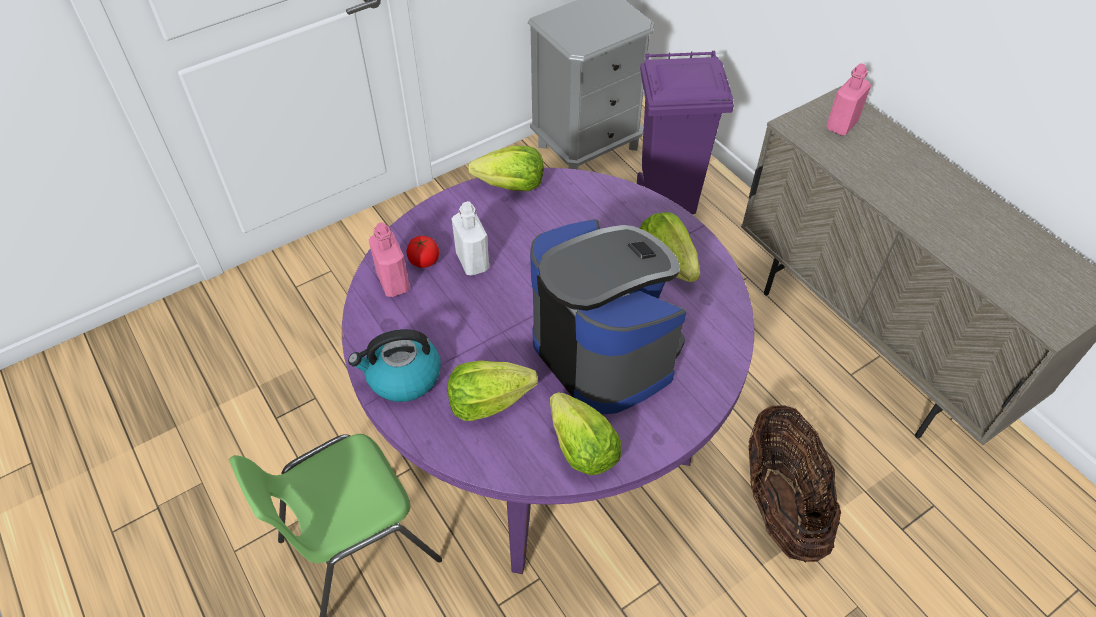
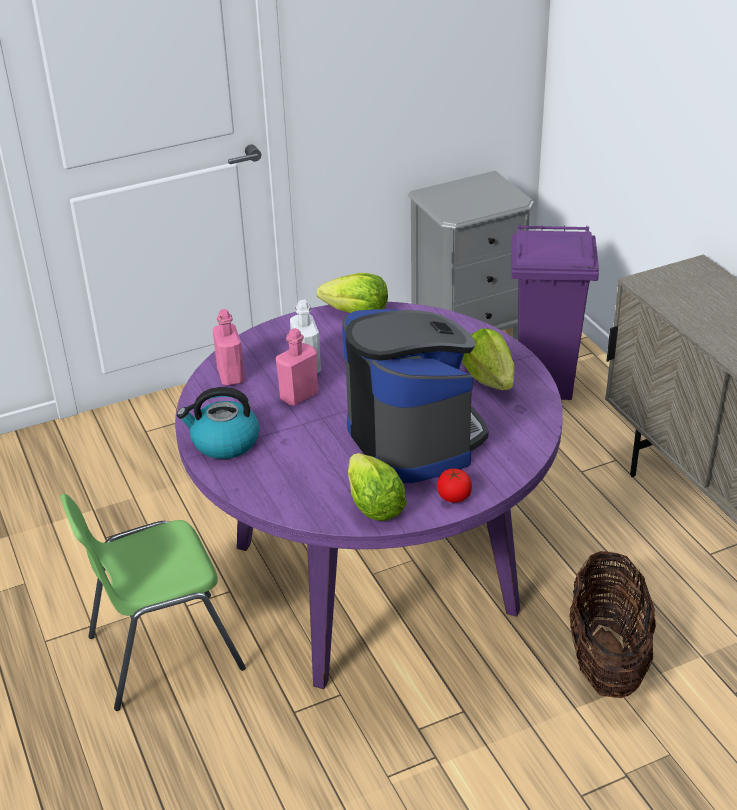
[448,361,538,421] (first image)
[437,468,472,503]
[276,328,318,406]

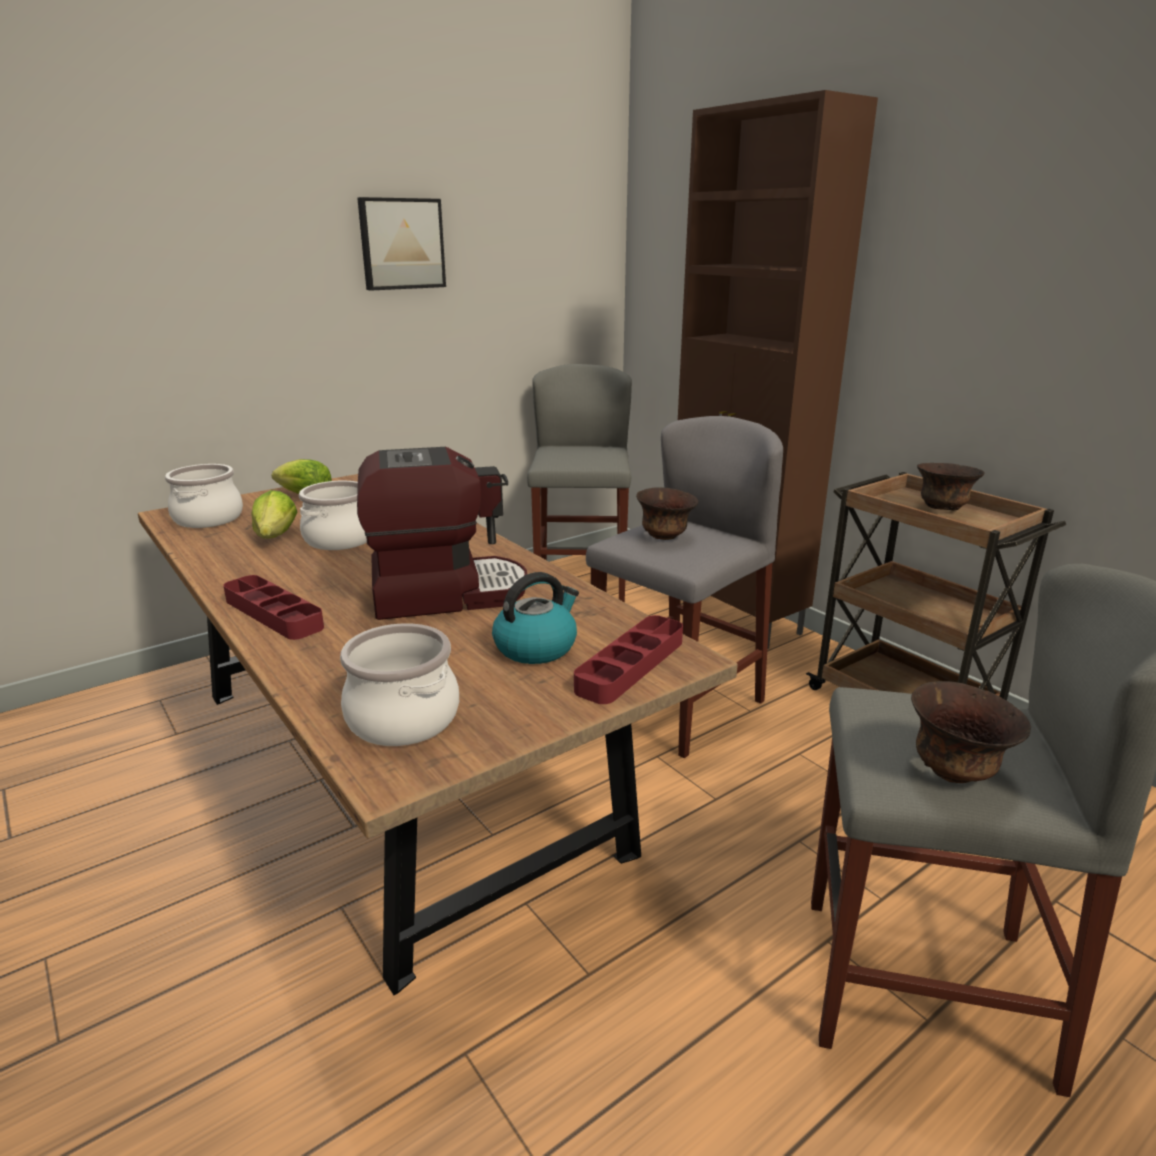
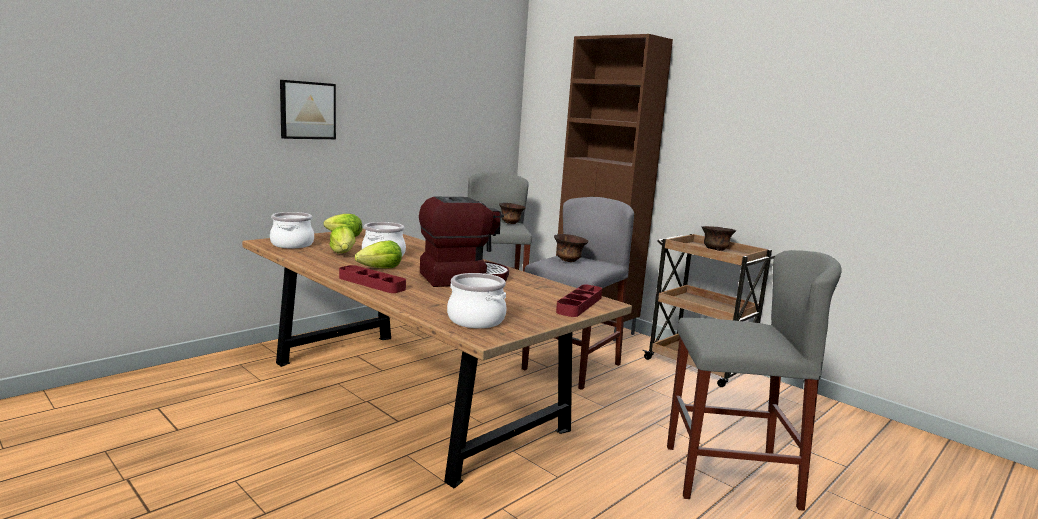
[492,572,579,664] (first image)
[355,241,402,269]
[280,80,336,139]
[499,203,526,224]

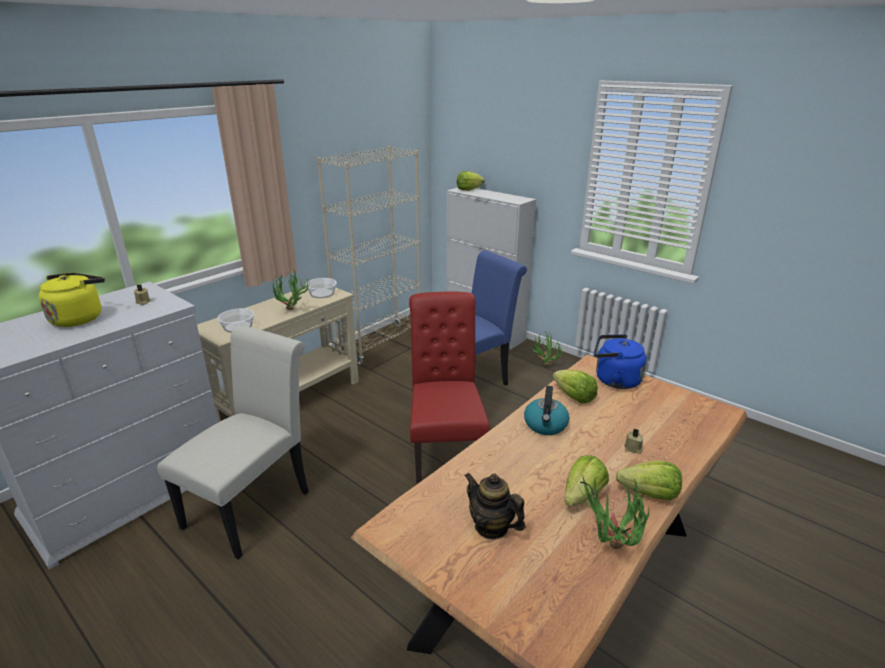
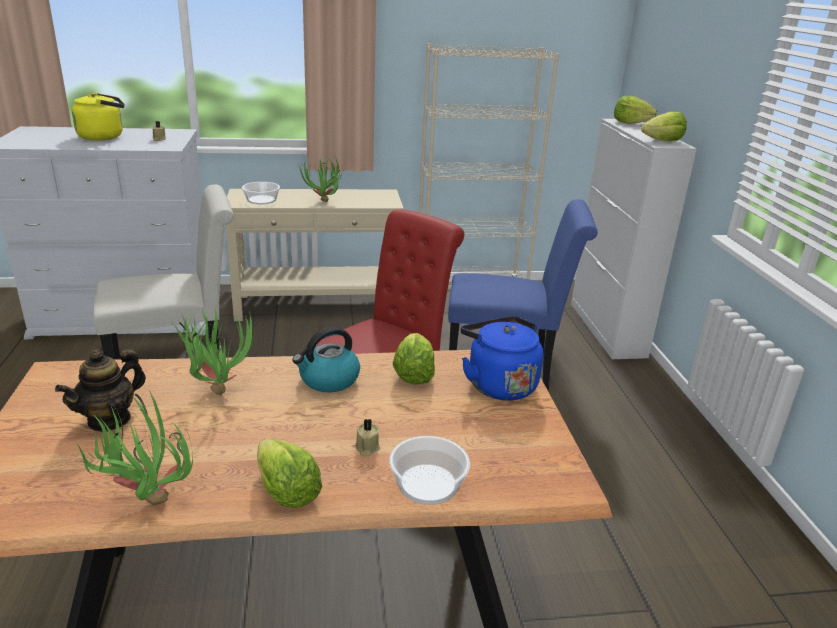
[389,436,470,505]
[173,307,256,395]
[641,111,687,141]
[55,349,146,432]

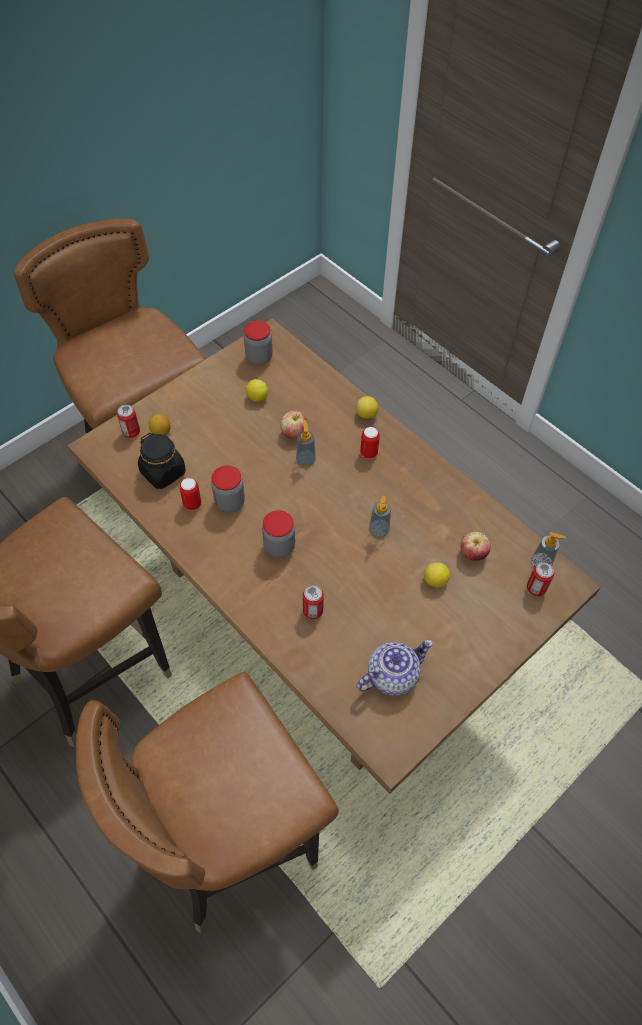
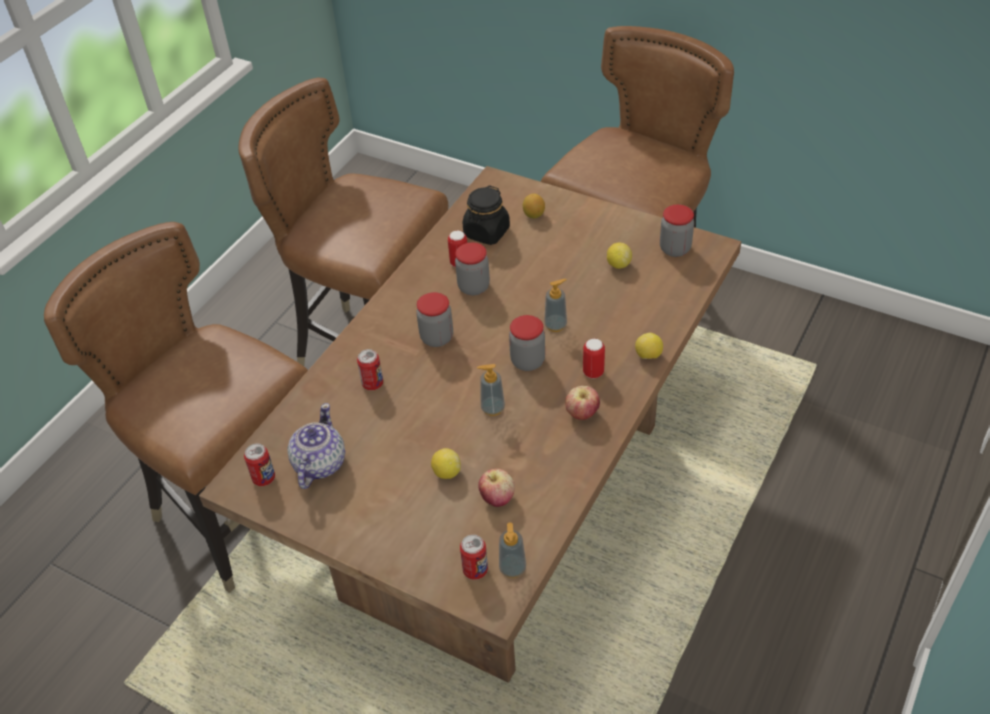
[509,315,545,371]
[244,443,275,486]
[565,386,600,420]
[287,403,345,489]

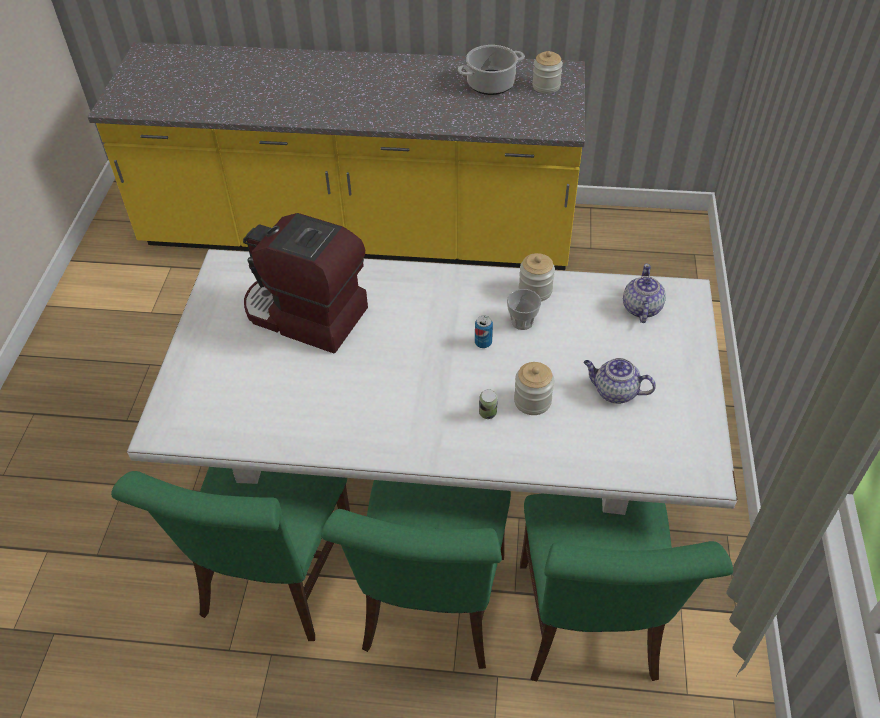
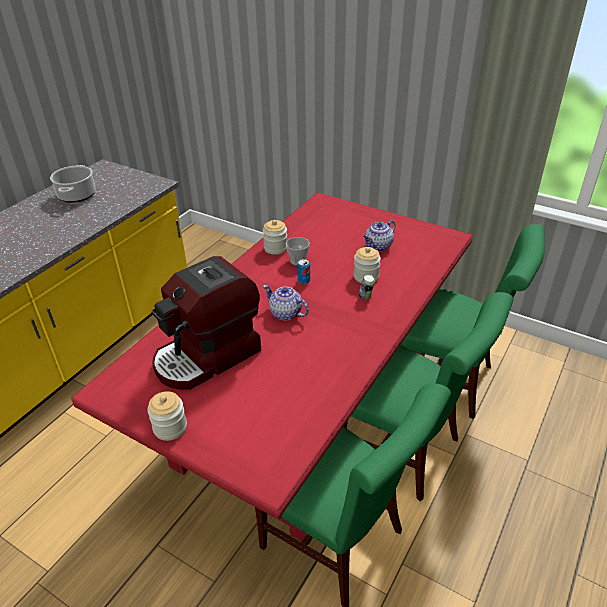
[147,391,187,441]
[263,285,309,321]
[71,192,473,545]

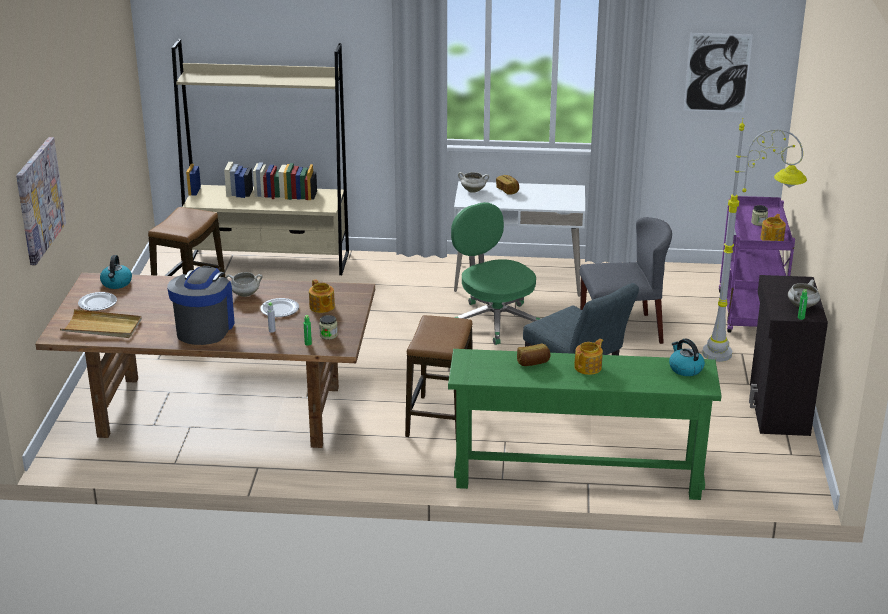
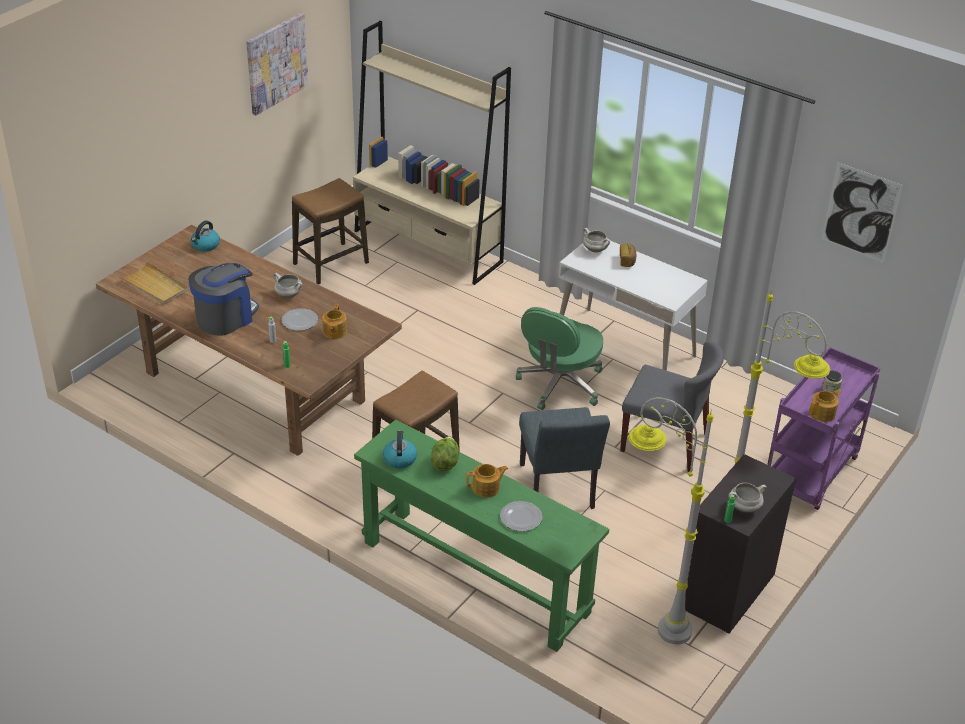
[319,315,338,340] (first image)
[628,397,713,645]
[246,13,309,115]
[500,501,542,531]
[383,430,417,469]
[431,436,459,471]
[516,307,603,410]

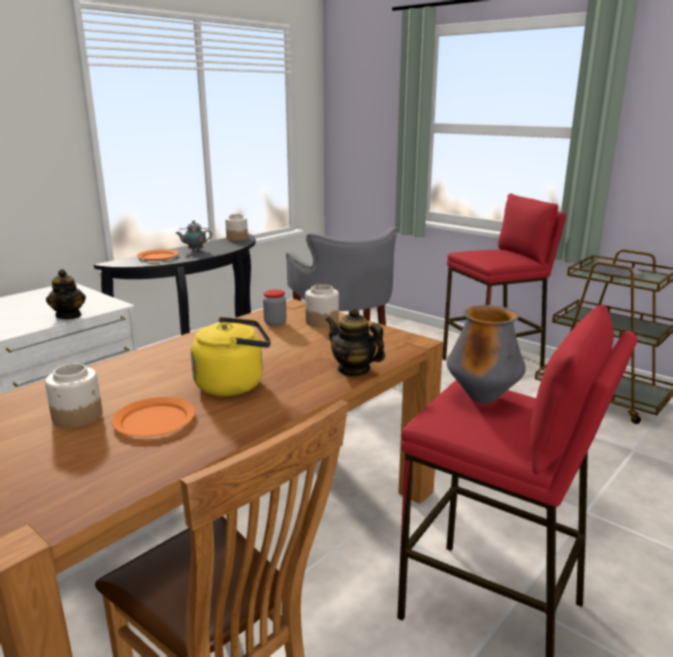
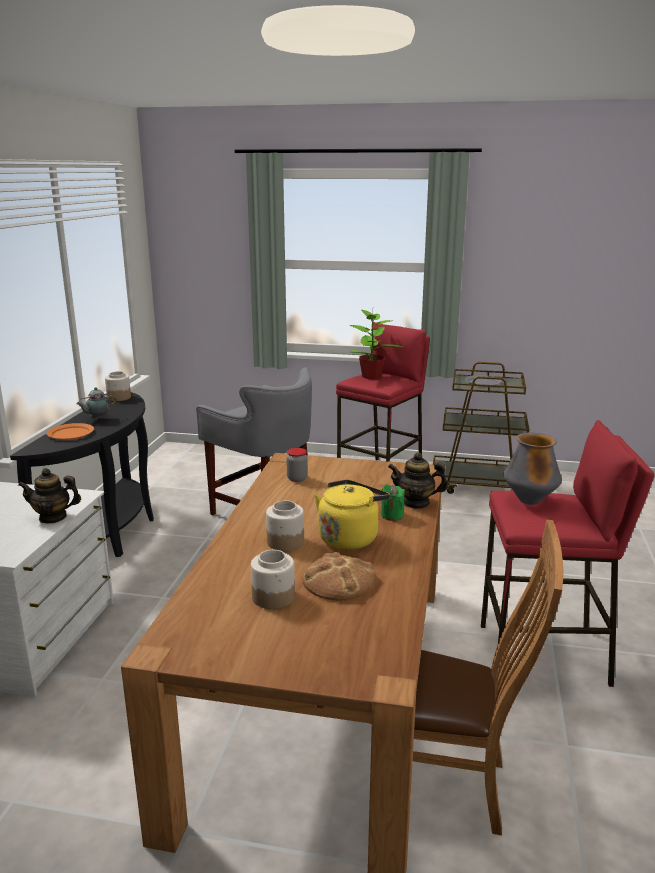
[349,310,405,379]
[381,484,405,521]
[266,500,304,551]
[303,552,375,601]
[18,468,81,524]

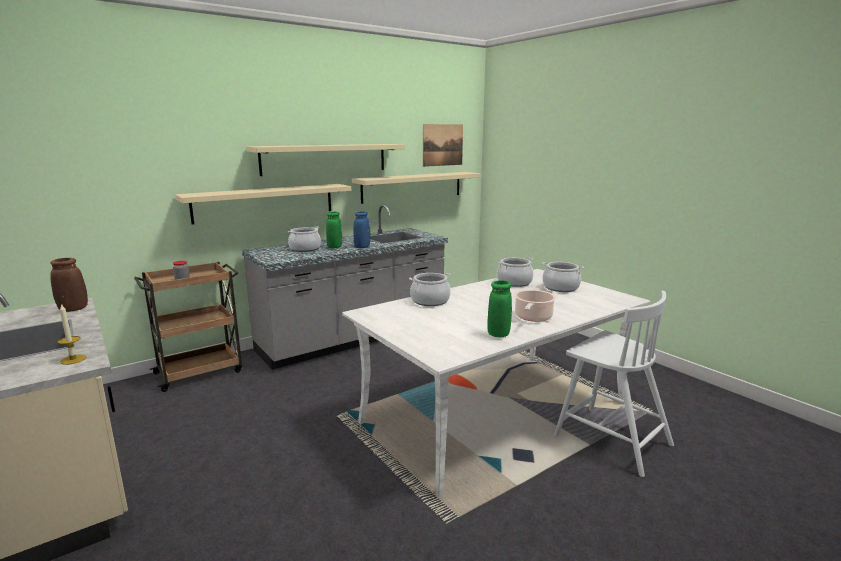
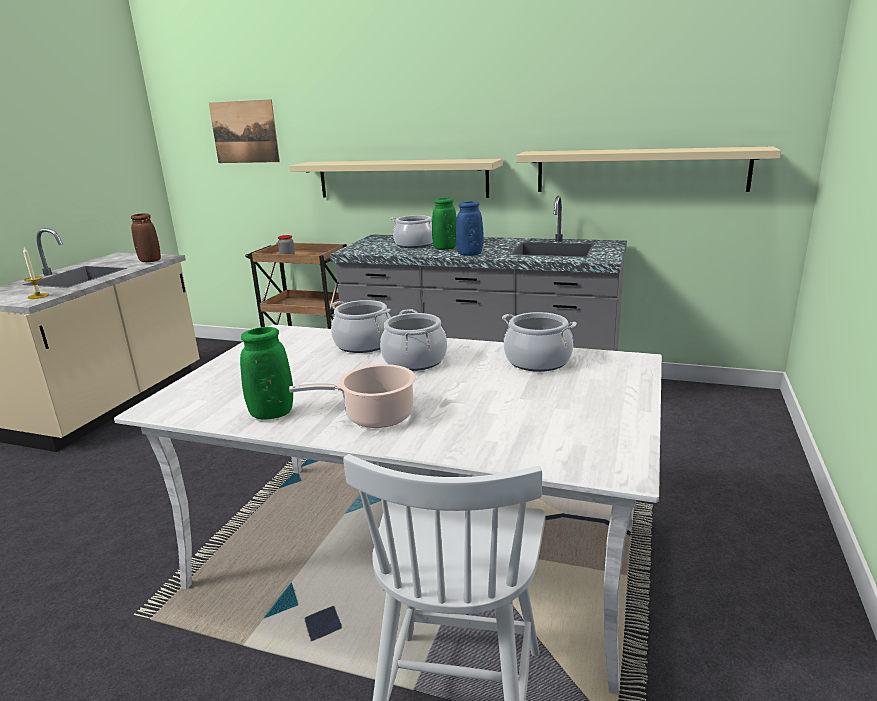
[246,144,405,176] (first image)
[209,99,280,163]
[380,309,447,371]

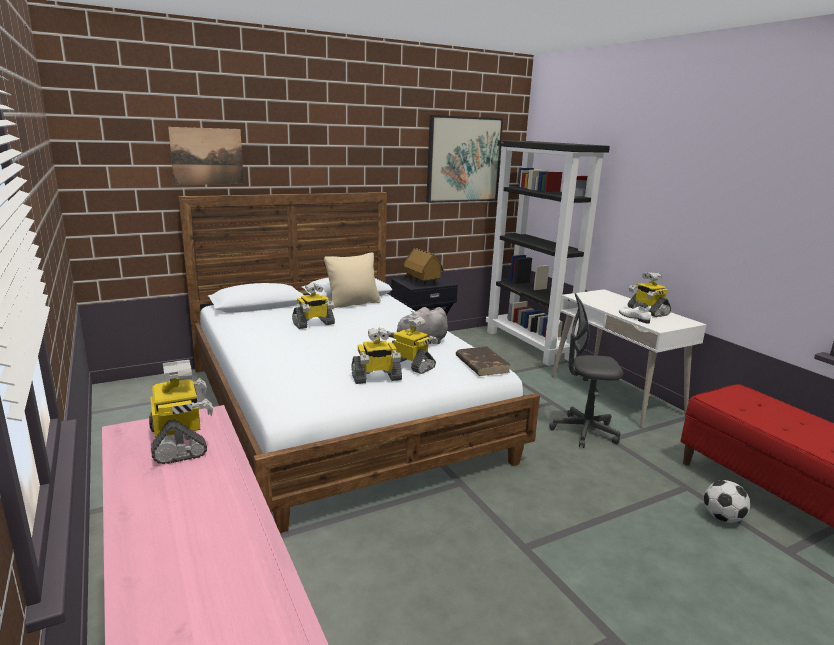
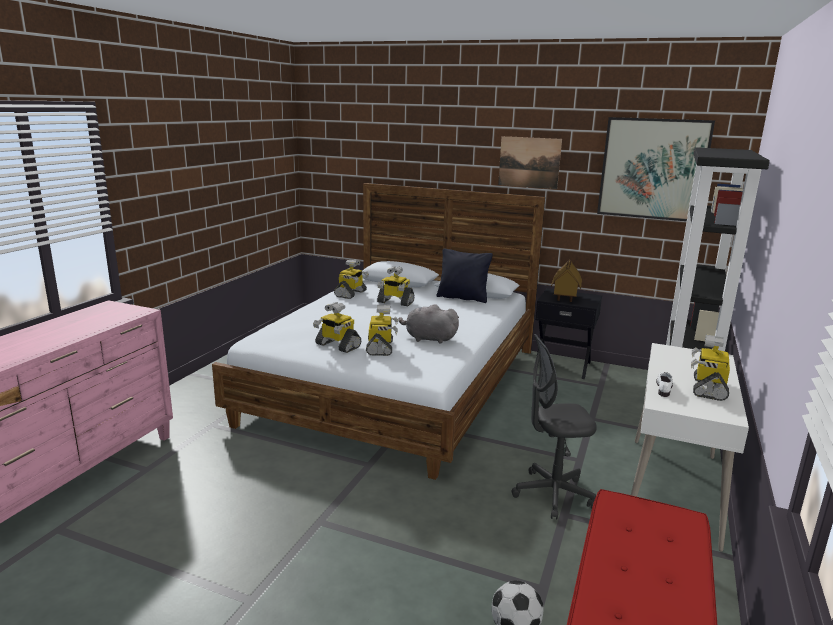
[456,346,511,376] (first image)
[334,259,369,299]
[498,136,562,189]
[437,248,493,303]
[511,334,597,520]

